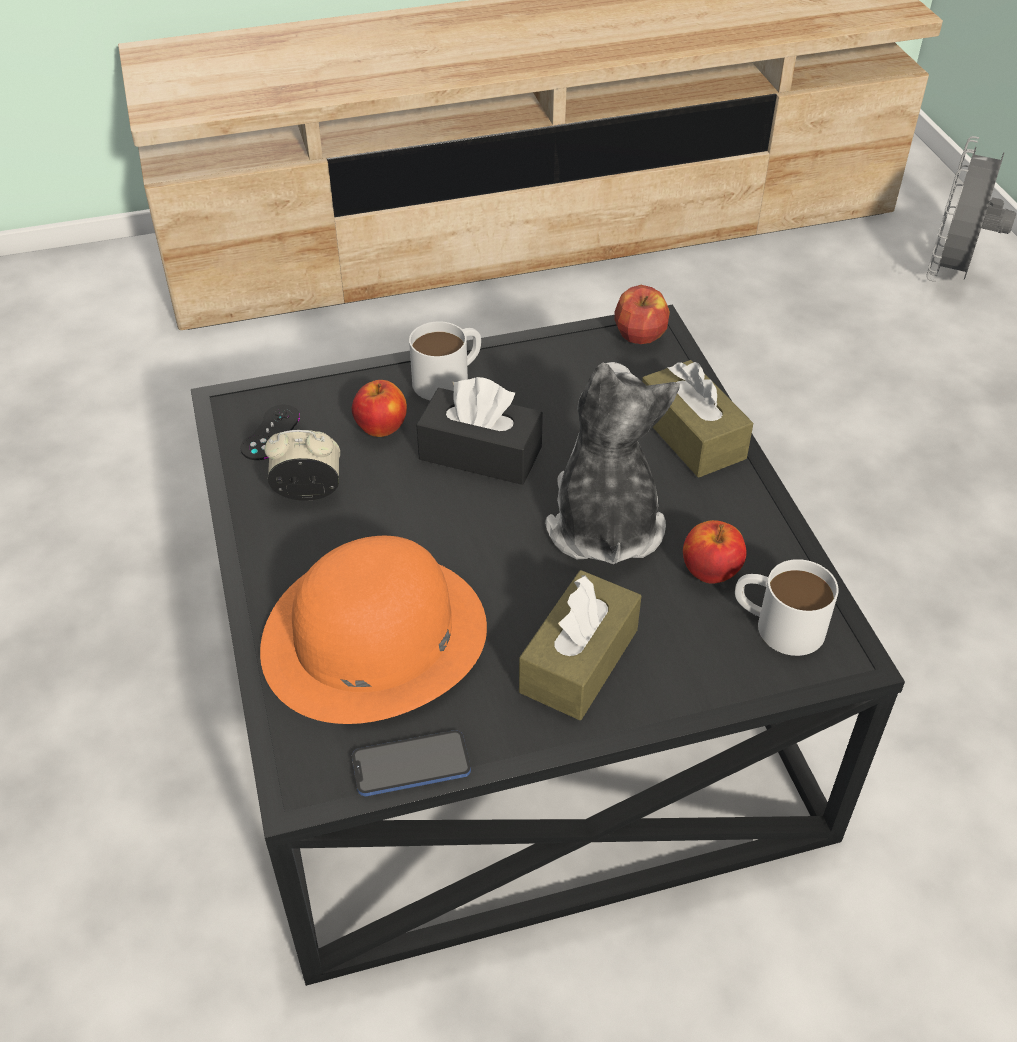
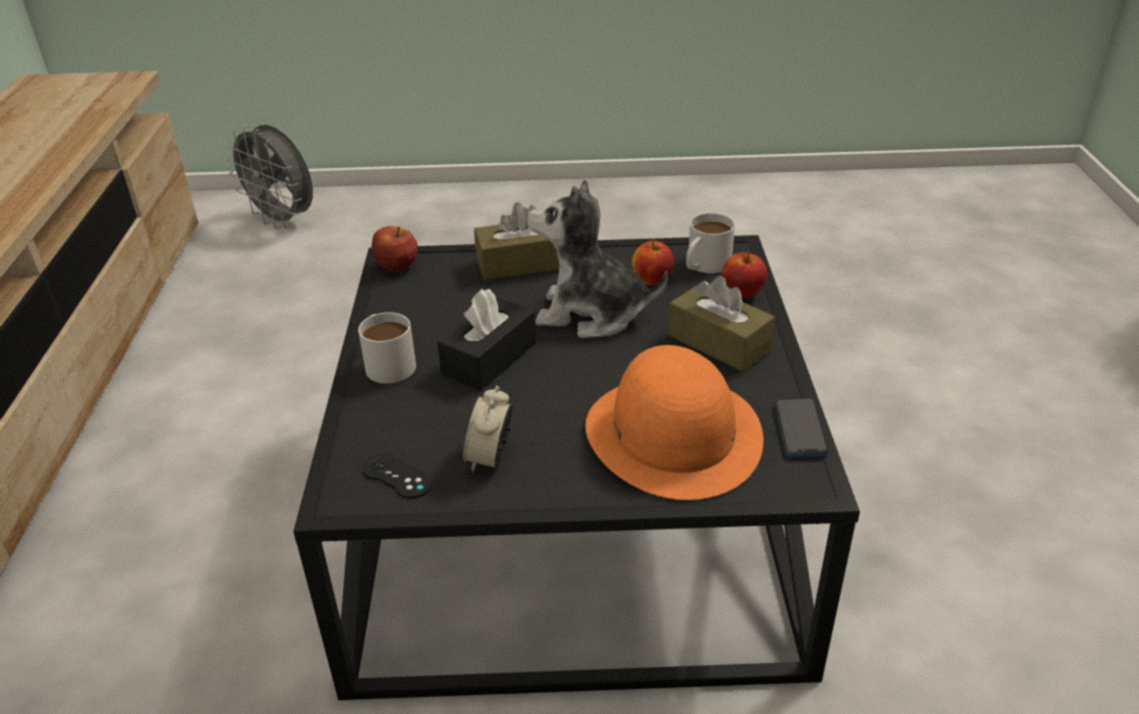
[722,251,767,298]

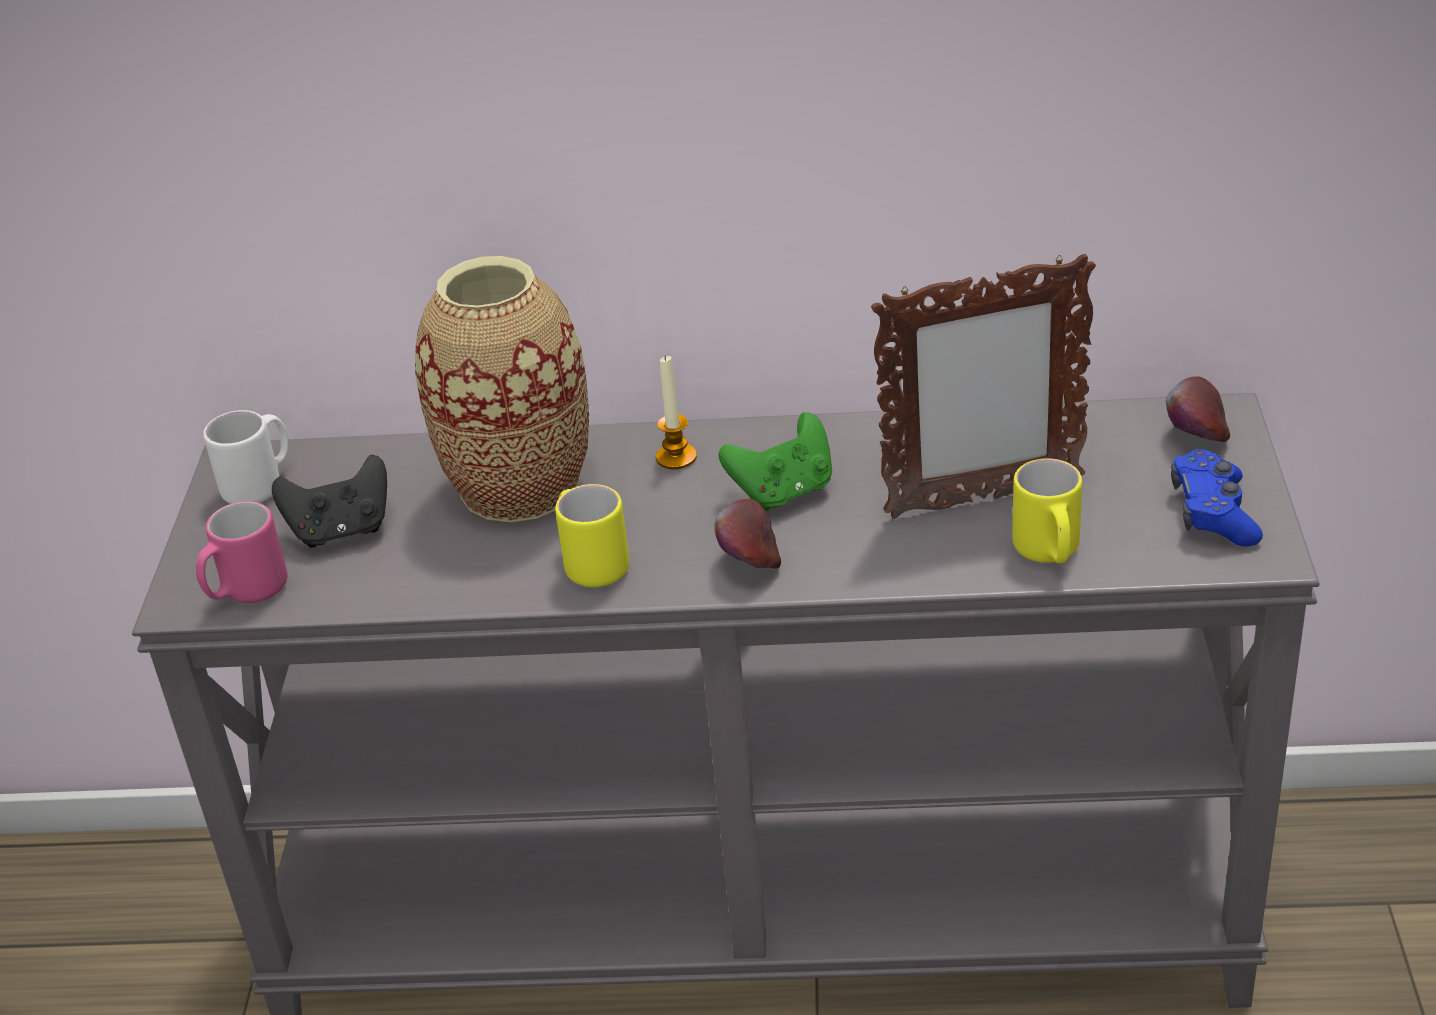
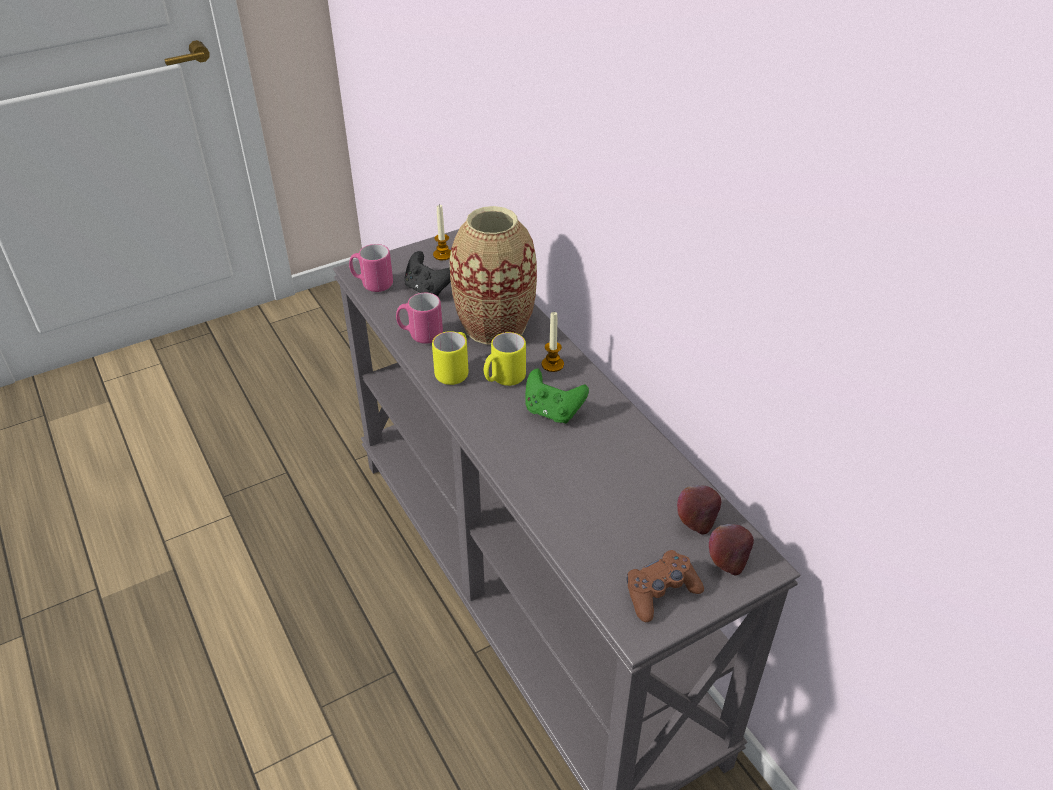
[871,254,1096,519] (first image)
[396,293,443,344]
[677,485,721,535]
[484,332,526,386]
[433,205,451,260]
[626,550,704,622]

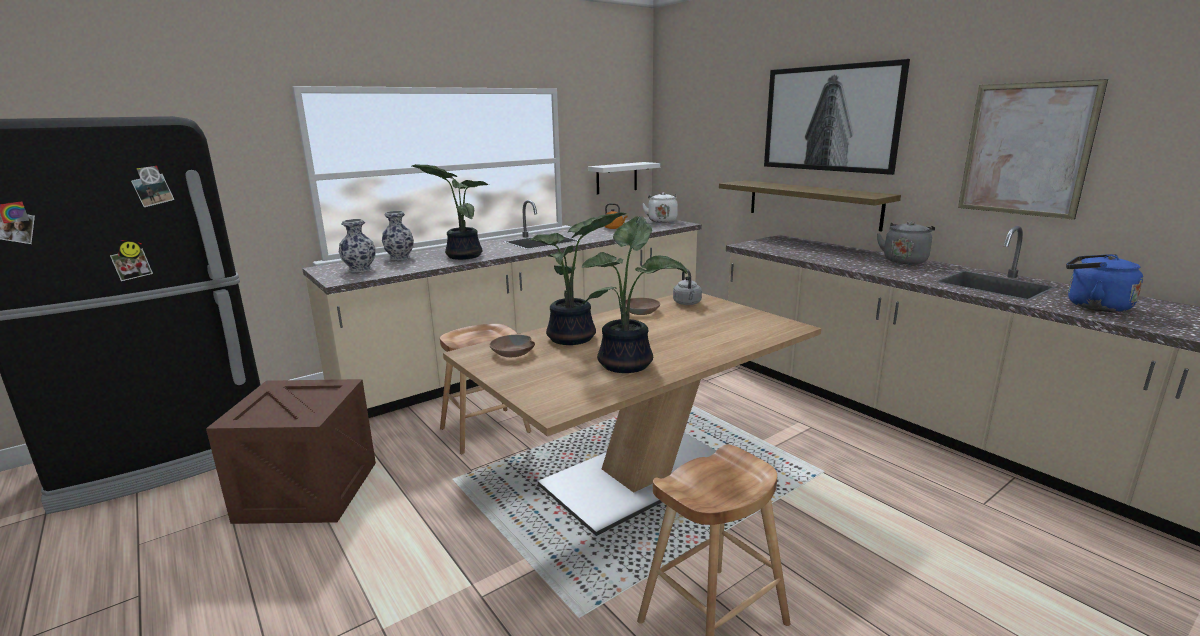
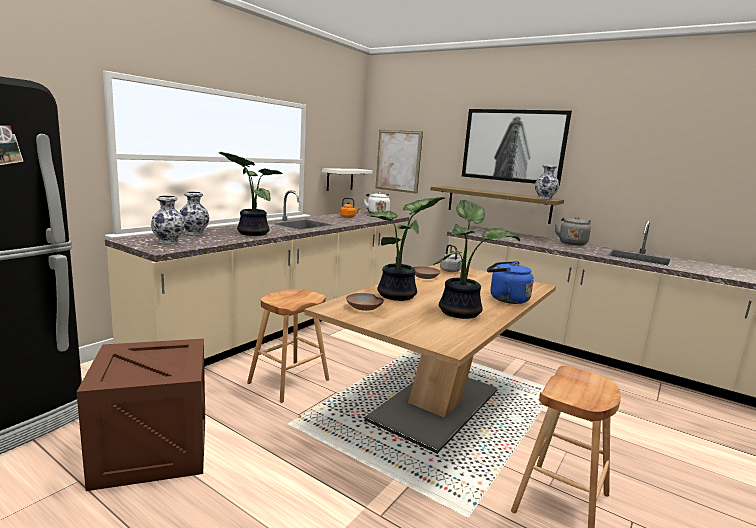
[535,164,559,199]
[375,130,423,194]
[487,261,534,304]

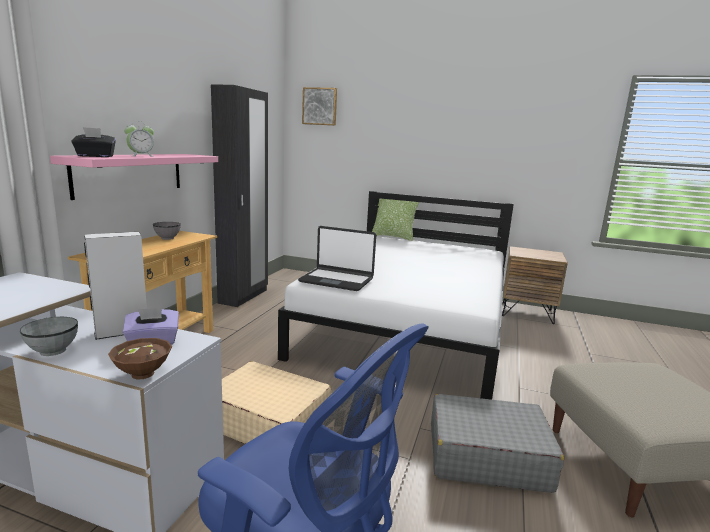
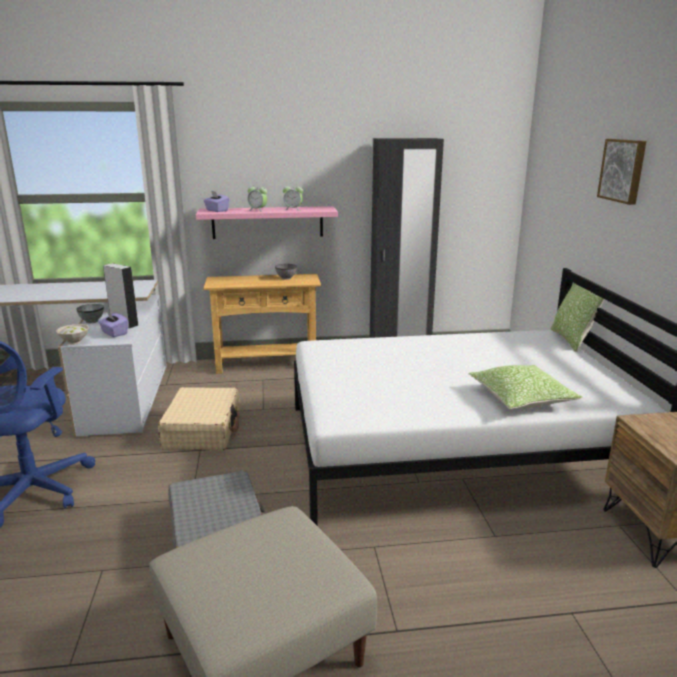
[298,226,376,291] (first image)
[283,184,304,211]
[469,365,583,409]
[597,139,646,205]
[203,191,230,212]
[56,324,90,345]

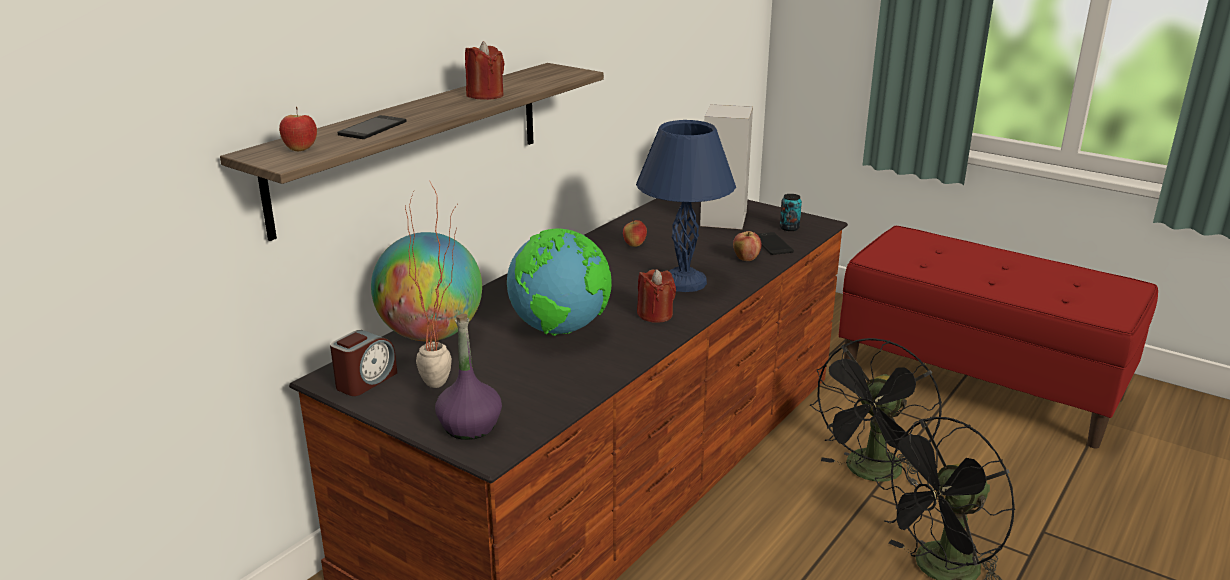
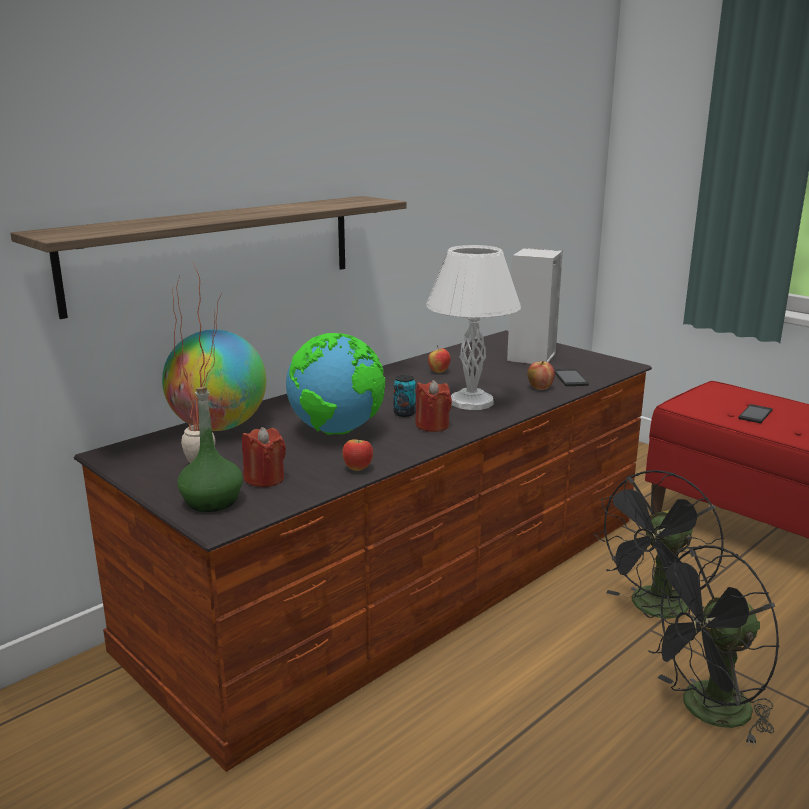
[330,330,397,396] (first image)
[342,434,373,471]
[738,404,773,423]
[242,427,286,487]
[393,375,416,417]
[177,387,243,512]
[426,245,521,410]

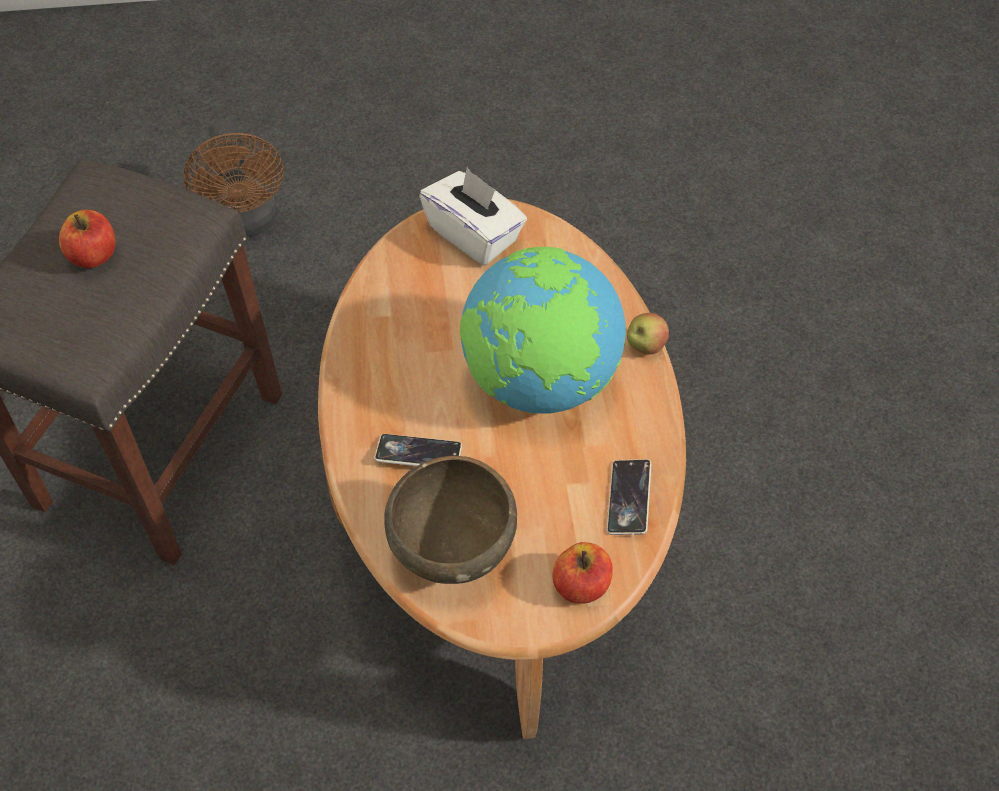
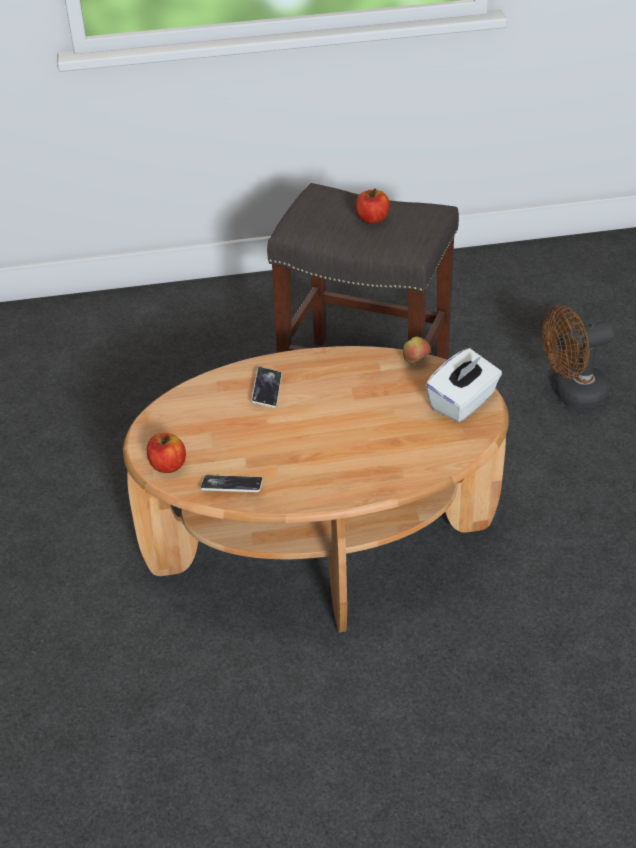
[384,456,517,584] (first image)
[460,247,626,414] (first image)
[403,336,431,364]

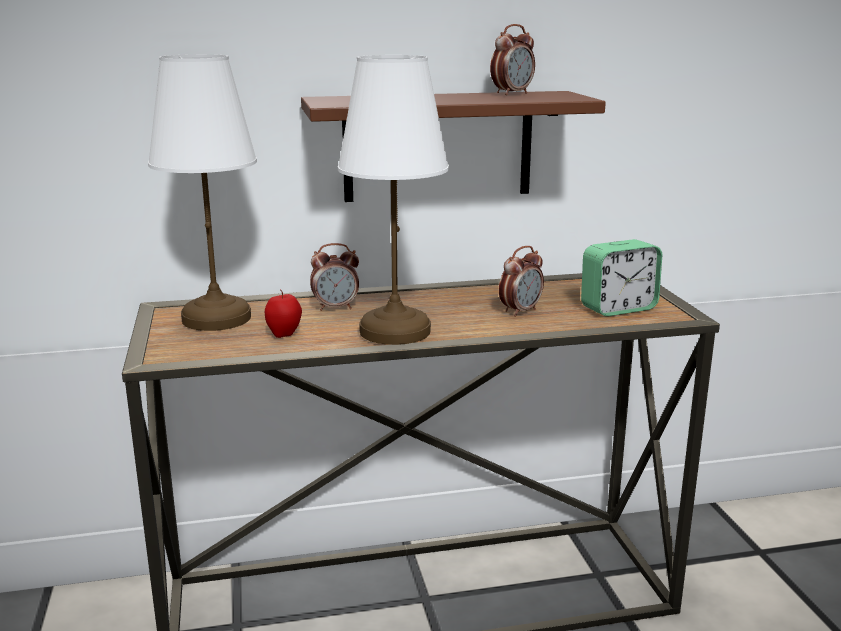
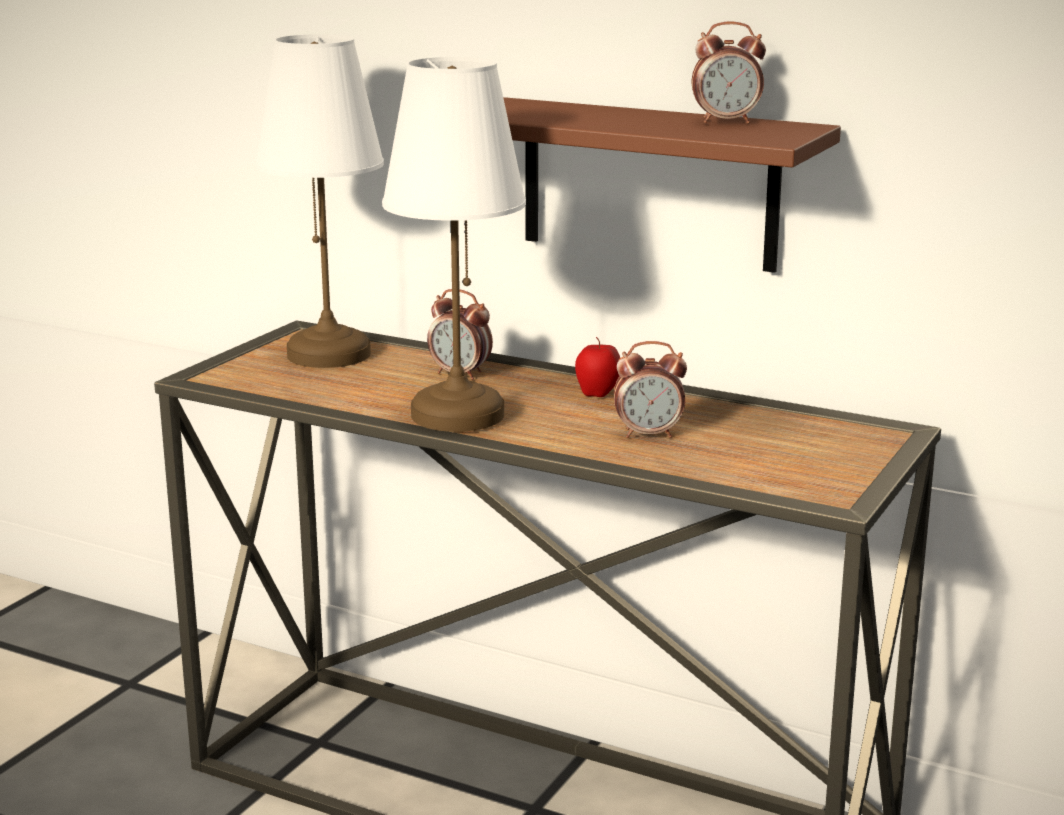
[581,239,662,316] (first image)
[575,337,620,397]

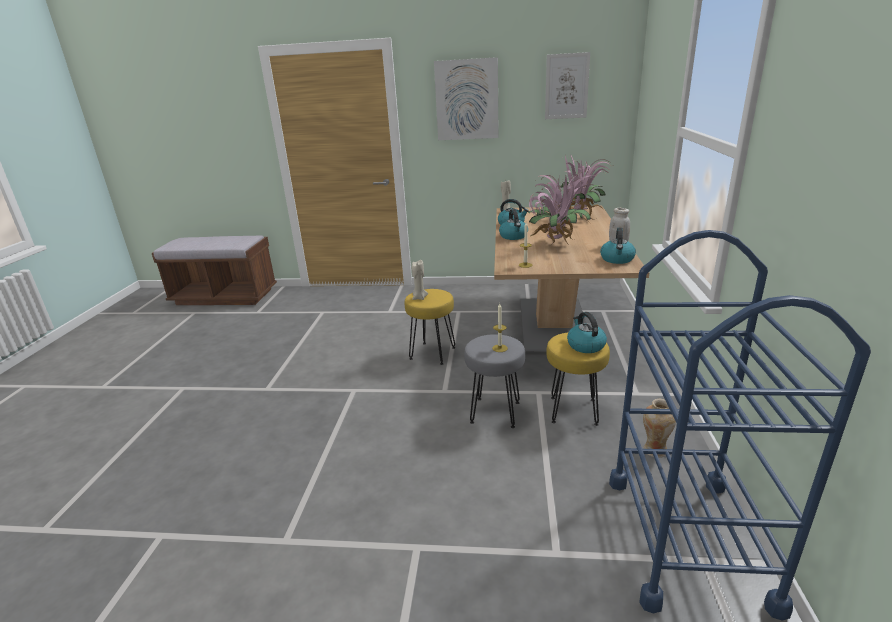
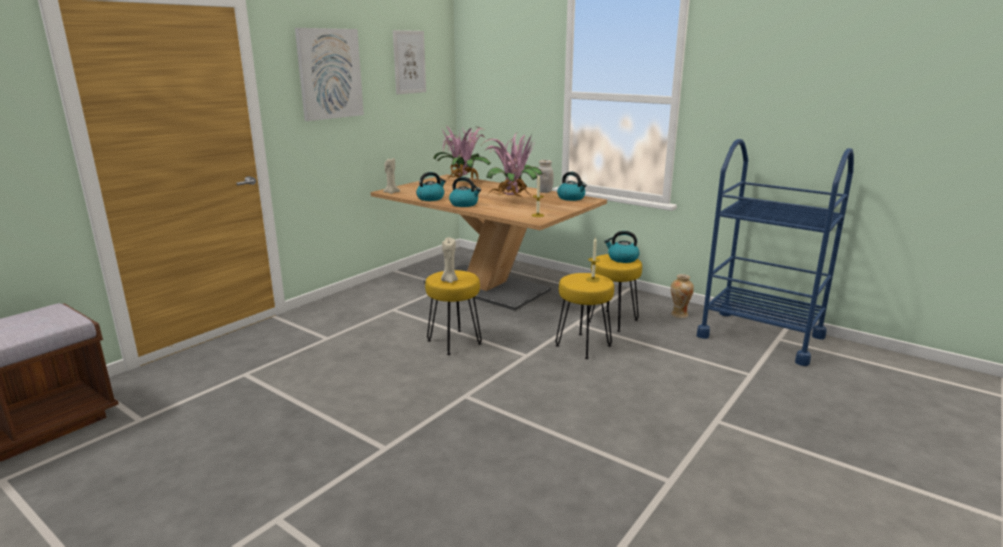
[556,273,614,359]

